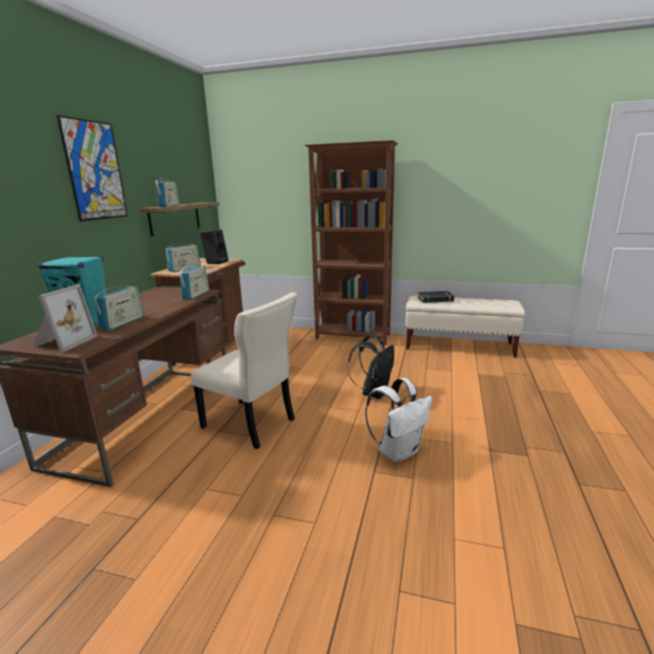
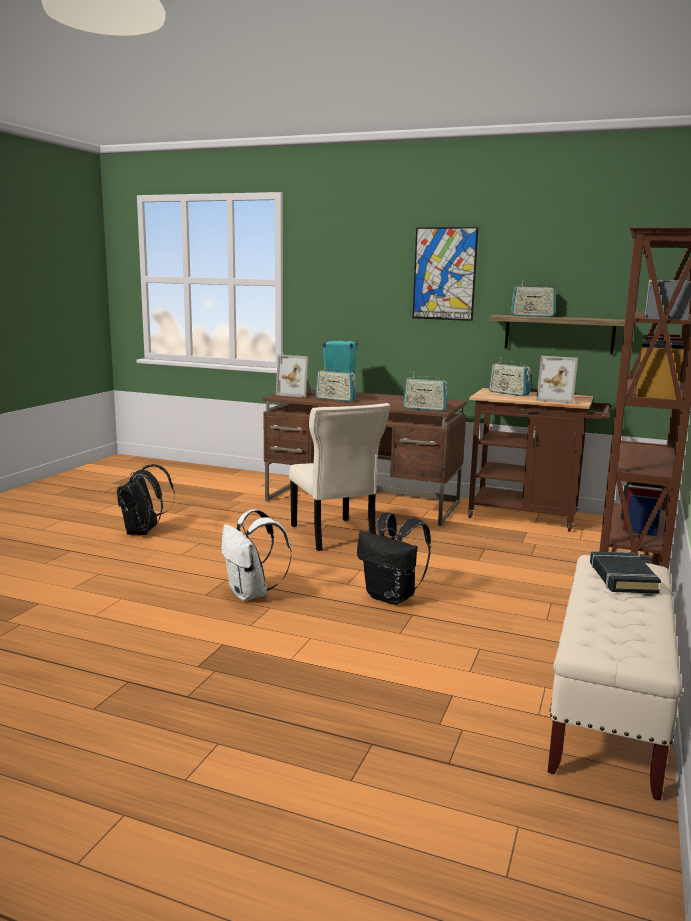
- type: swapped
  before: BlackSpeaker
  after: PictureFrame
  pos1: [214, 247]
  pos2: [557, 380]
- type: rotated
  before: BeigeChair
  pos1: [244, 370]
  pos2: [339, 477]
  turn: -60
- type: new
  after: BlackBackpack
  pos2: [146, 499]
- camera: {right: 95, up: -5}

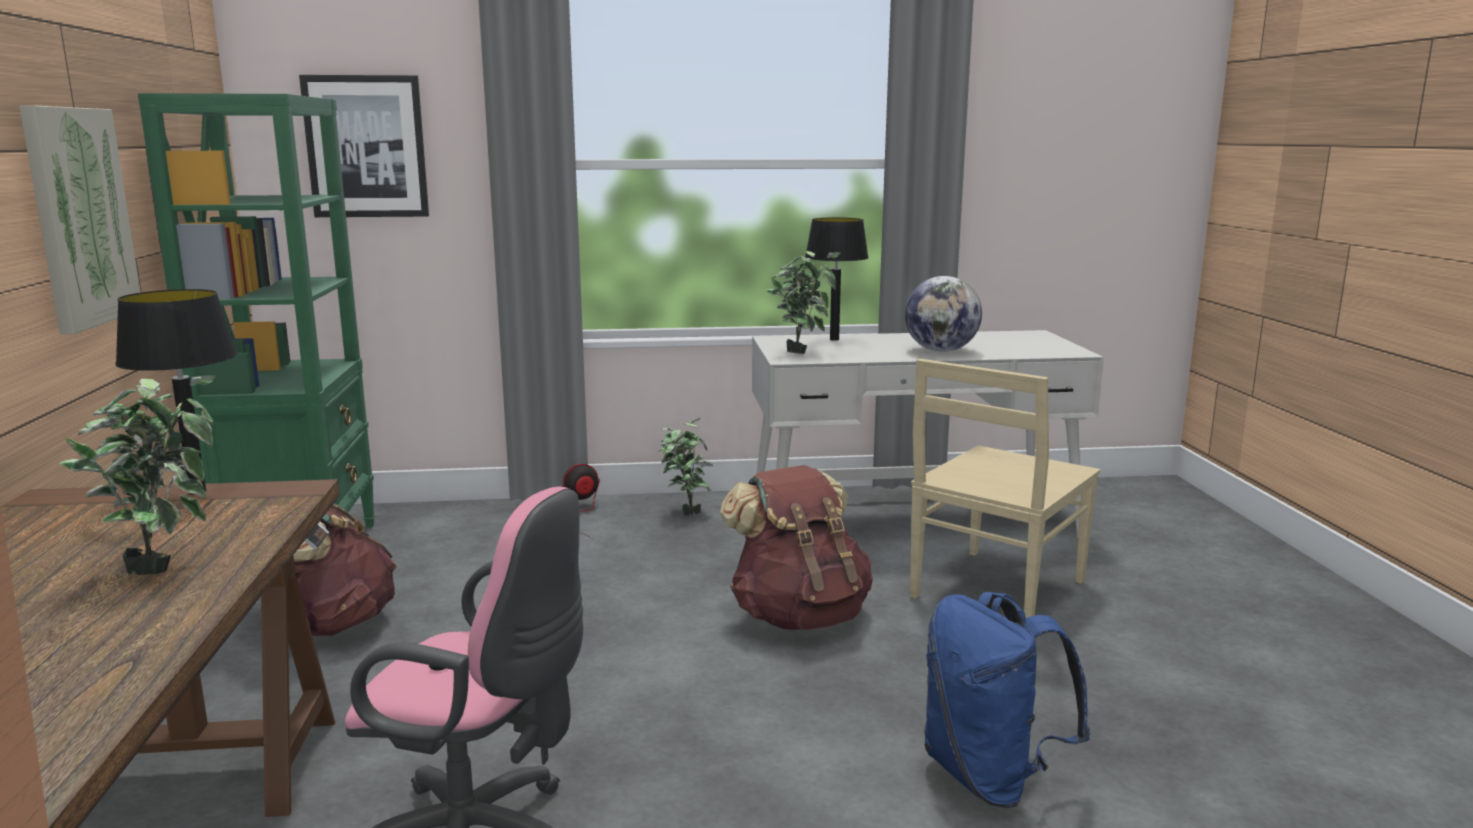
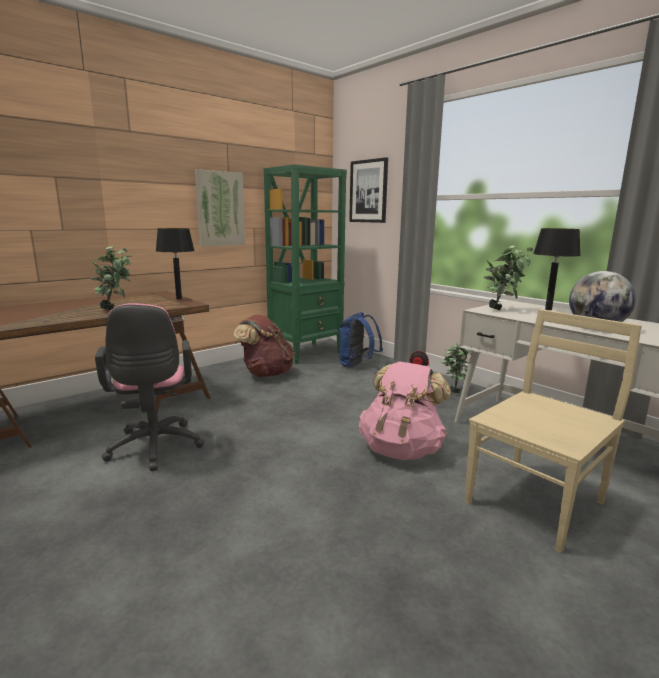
- type: rotated
  before: BeigeChair
  pos1: [1005, 488]
  pos2: [553, 431]
  turn: 135
- type: repainted
  before: BrownBackpack
  after: PinkBackpack
  pos1: [796, 547]
  pos2: [405, 410]
- type: shifted
  before: BlueBackpack
  pos1: [1007, 700]
  pos2: [361, 340]
- camera: {right: 55, up: 0}

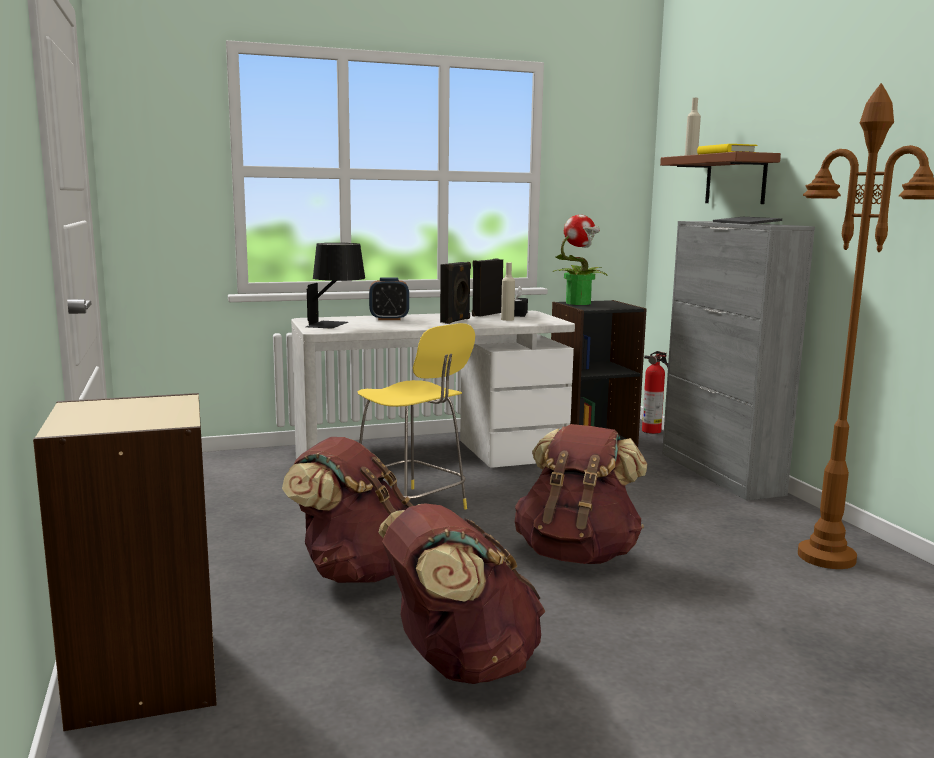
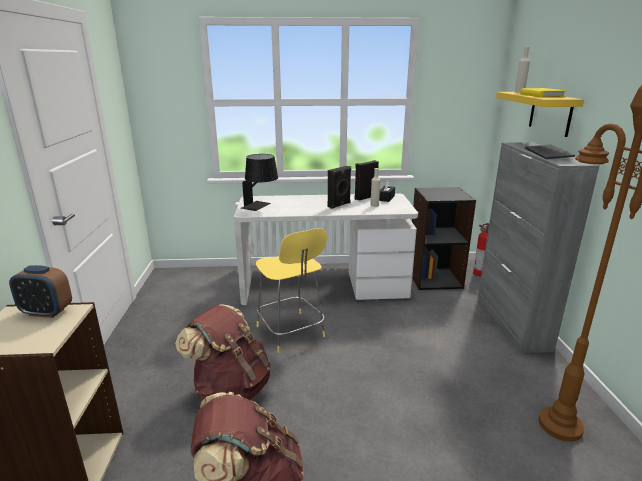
- type: repainted
  before: BrownShelf
  after: YellowShelf
  pos1: [720, 178]
  pos2: [540, 114]
- type: gone
  before: PottedPlant
  pos1: [580, 260]
- type: shifted
  before: AlarmClock
  pos1: [389, 298]
  pos2: [40, 291]
- type: gone
  before: BrownBackpack
  pos1: [581, 494]
- camera: {right: 15, up: 10}

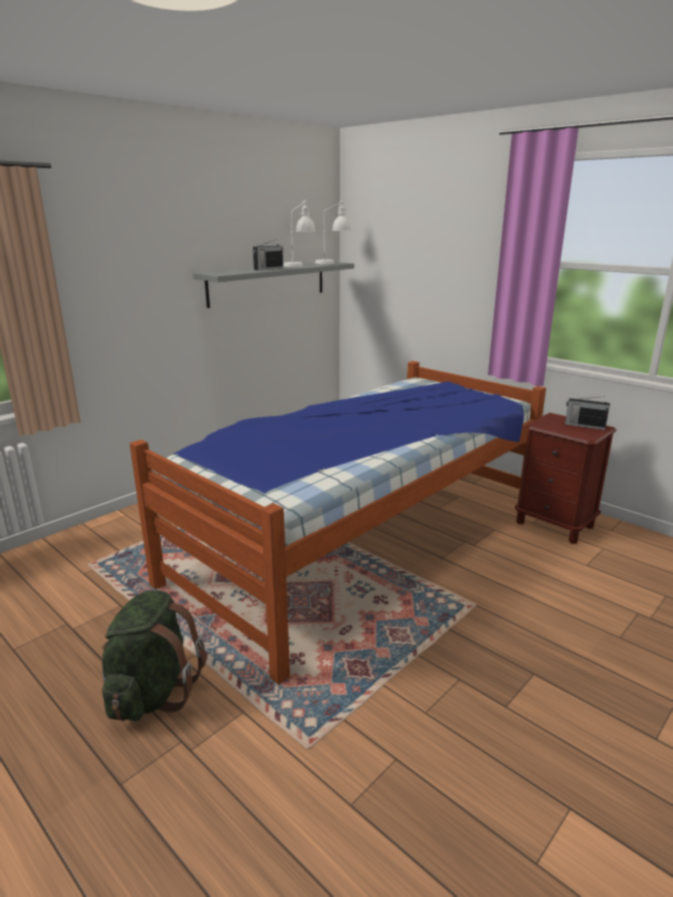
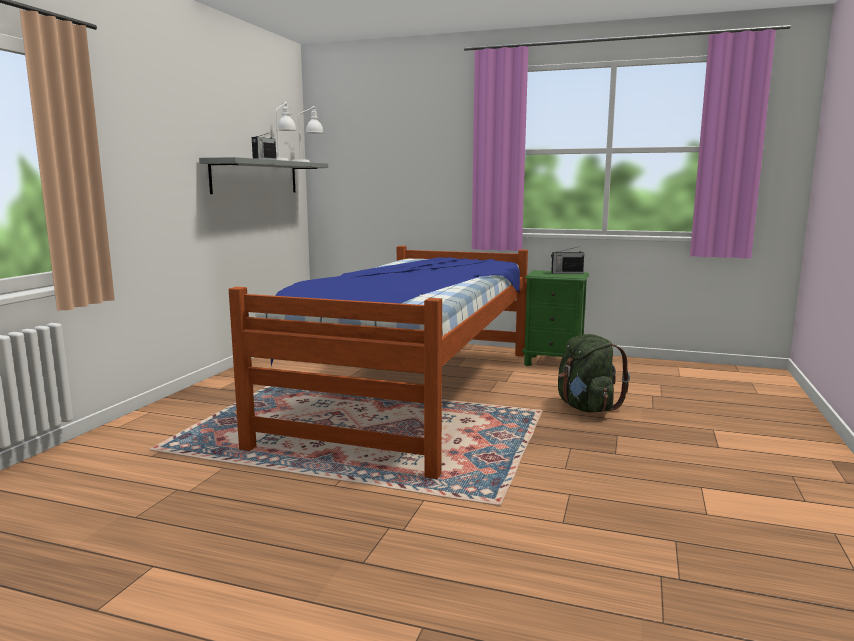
- type: repainted
  before: BrownNightstand
  after: GreenNightstand
  pos1: [566, 478]
  pos2: [555, 318]
- type: shifted
  before: GreenBackpack
  pos1: [154, 655]
  pos2: [594, 373]
- camera: {right: -25, up: -10}

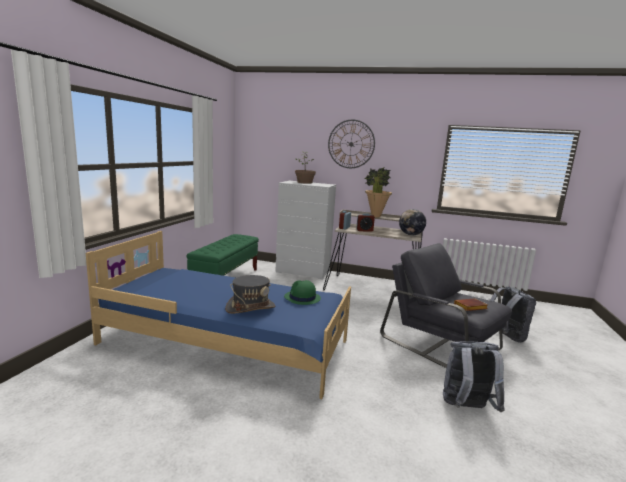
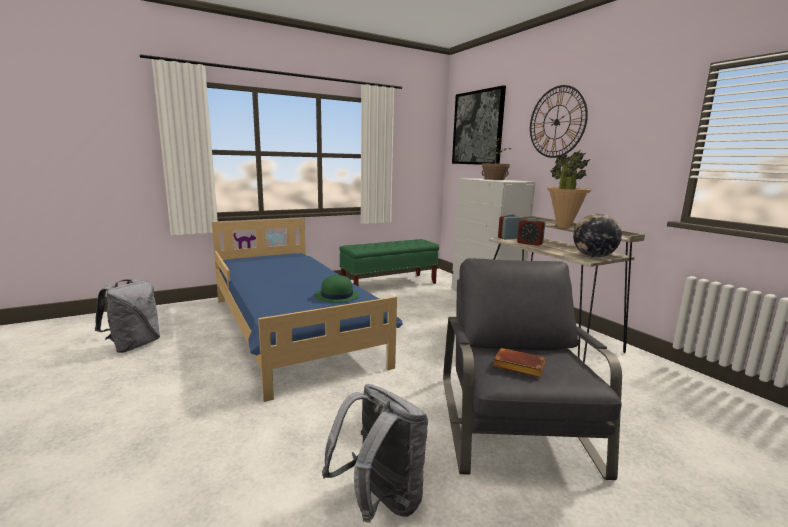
- type: gone
  before: GreyHat
  pos1: [250, 294]
- type: shifted
  before: GreyBackpack
  pos1: [513, 314]
  pos2: [127, 316]
- type: new
  after: Picture
  pos2: [479, 125]
- camera: {right: 45, up: 0}

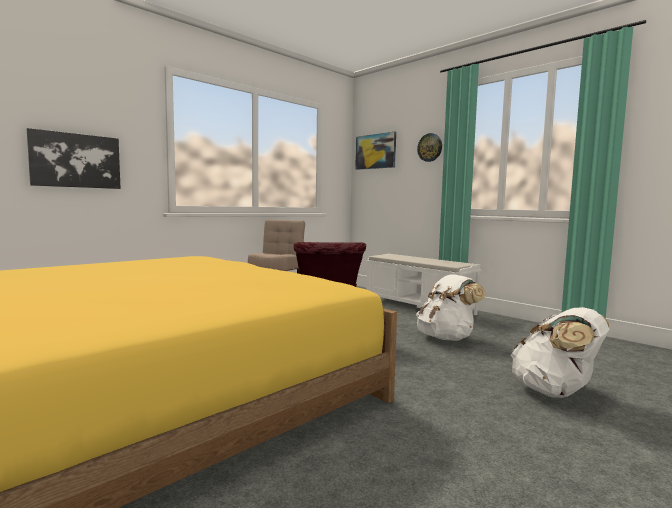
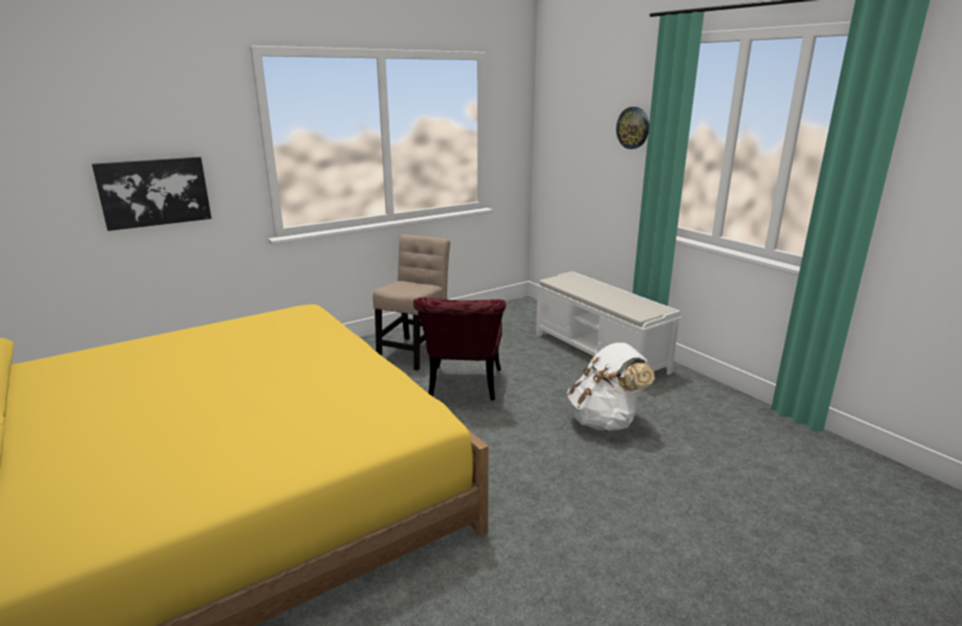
- type: gone
  before: Picture
  pos1: [375, 151]
- type: gone
  before: WhiteBackpack
  pos1: [560, 352]
- camera: {right: 10, up: 15}

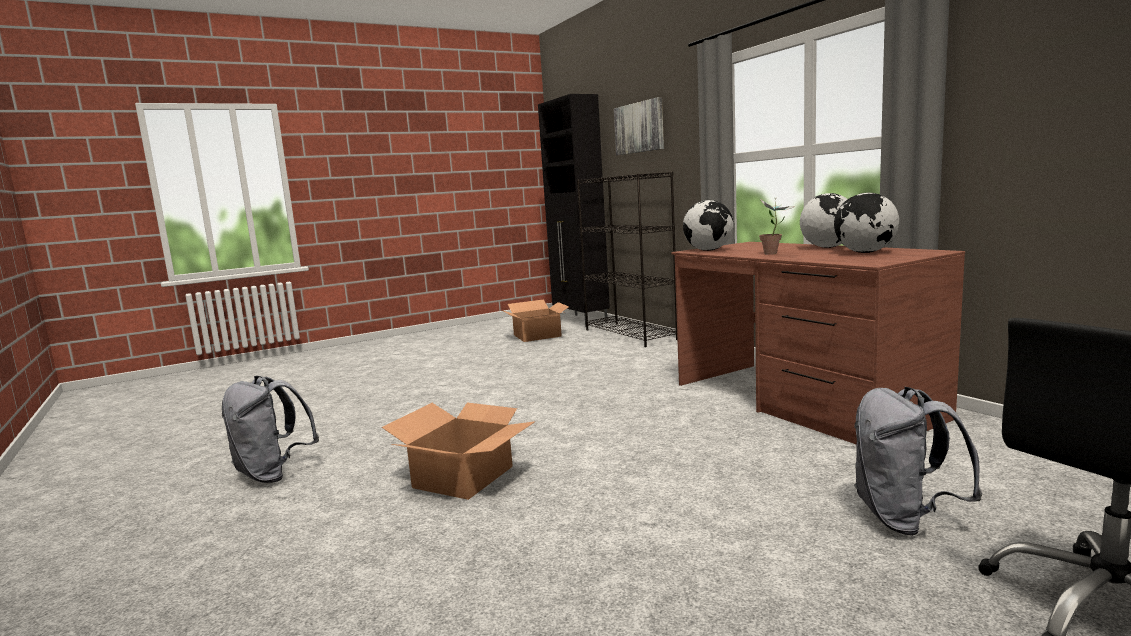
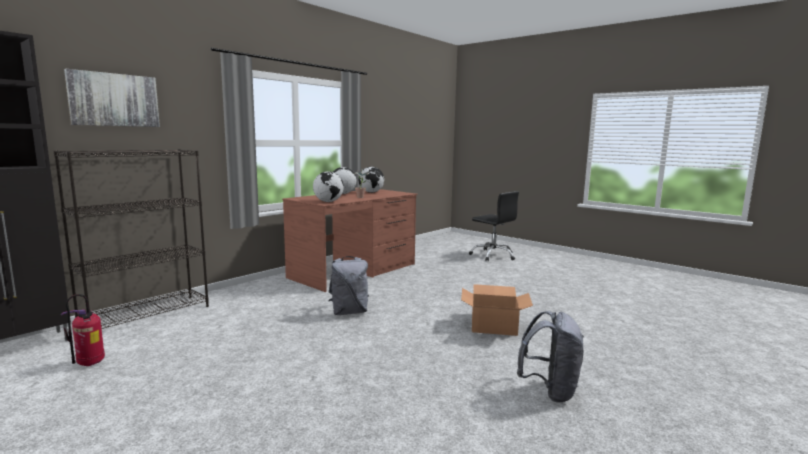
- type: swapped
  before: CardboardBox
  after: FireExtinguisher
  pos1: [535, 320]
  pos2: [83, 330]
- type: shifted
  before: GreyBackpack
  pos1: [918, 461]
  pos2: [349, 285]
- camera: {right: -110, up: 0}

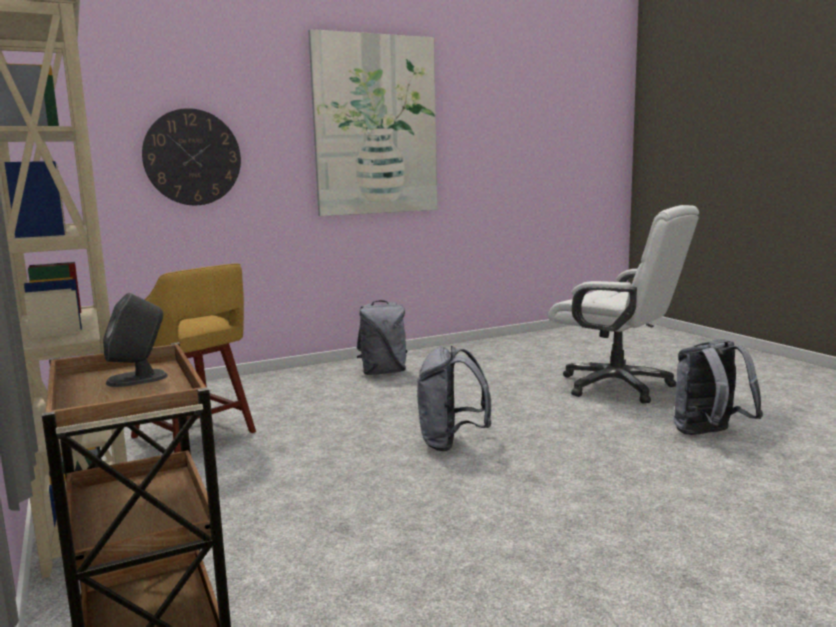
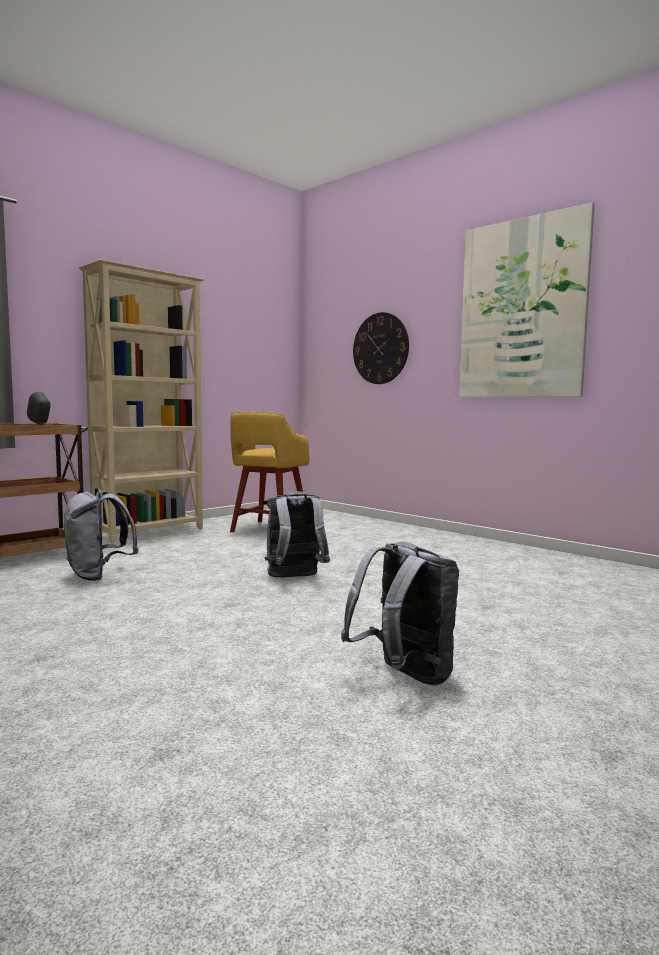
- type: gone
  before: WhiteOfficeChair
  pos1: [623, 304]
- type: shifted
  before: GreyBackpack
  pos1: [382, 337]
  pos2: [101, 534]
- camera: {right: 70, up: -5}

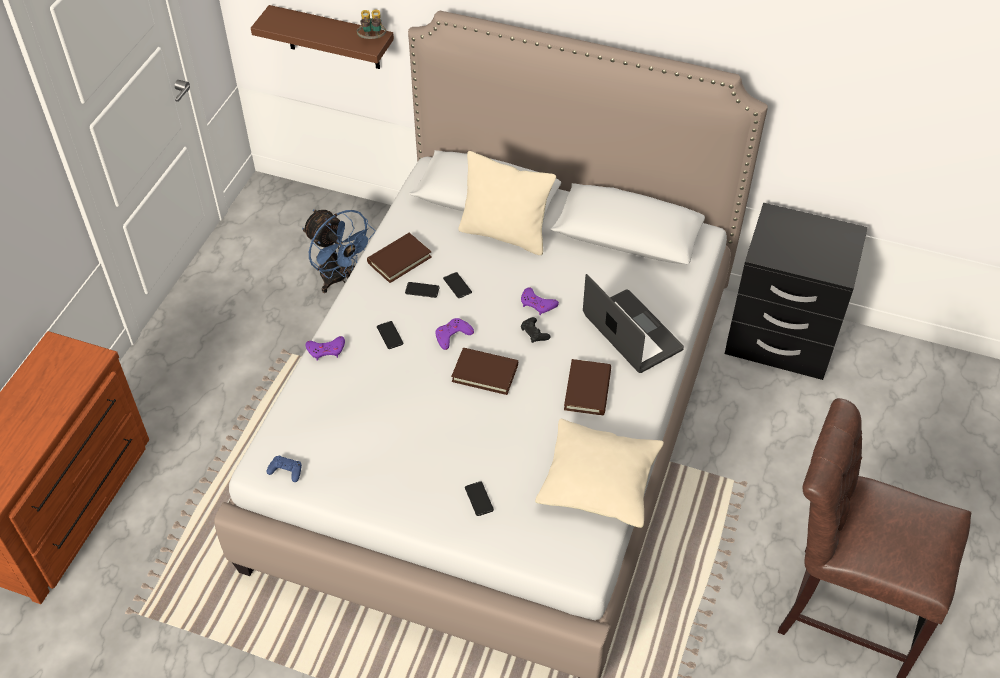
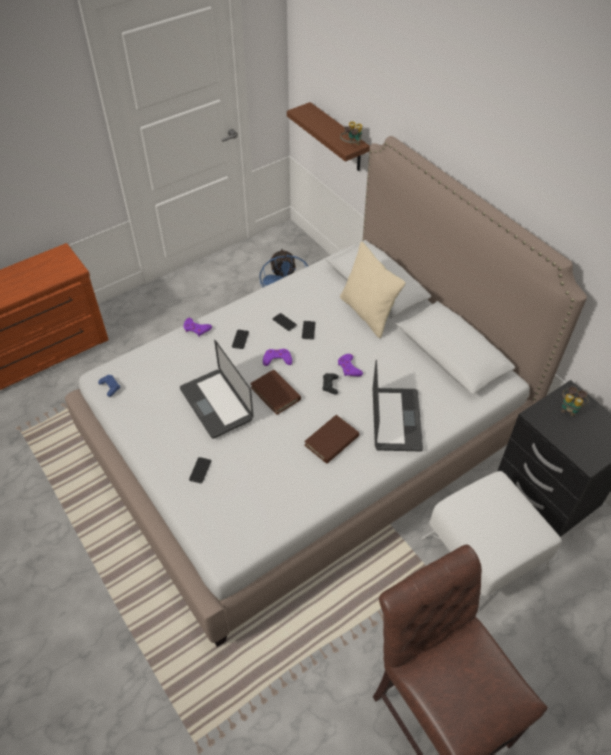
- type: gone
  before: BrownBook
  pos1: [399, 258]
- type: gone
  before: BeigePillow
  pos1: [599, 473]
- type: new
  after: Laptop
  pos2: [217, 389]
- type: new
  after: Binoculars
  pos2: [575, 401]
- type: new
  after: WhiteOttoman
  pos2: [491, 542]
- camera: {right: 35, up: 0}

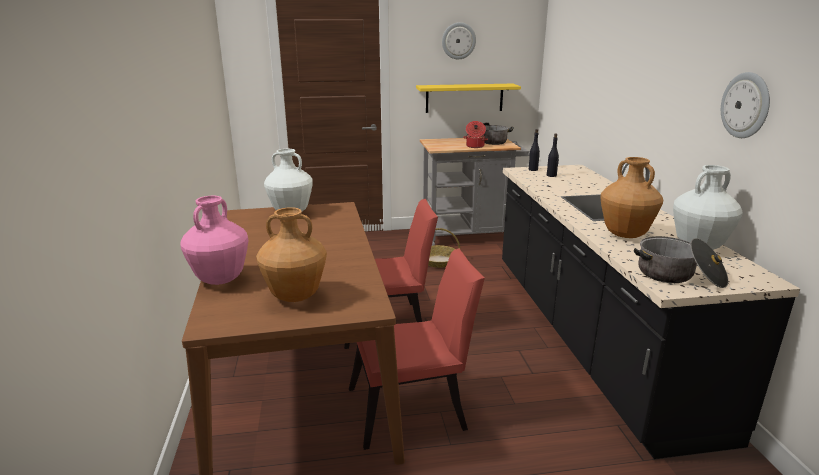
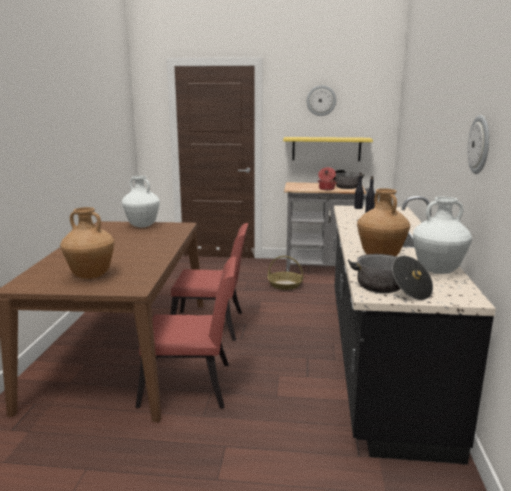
- type: gone
  before: PinkVase
  pos1: [214, 240]
- camera: {right: 15, up: -5}

